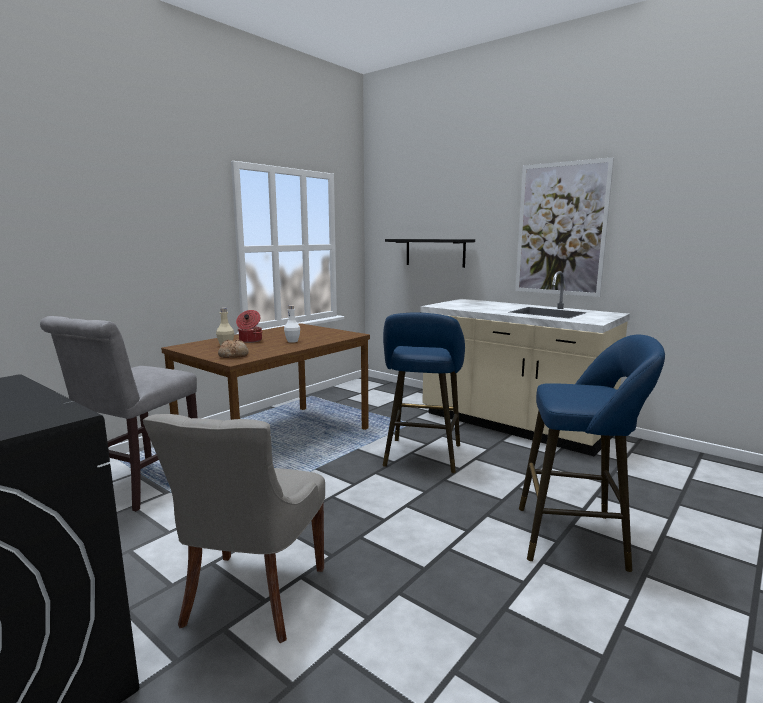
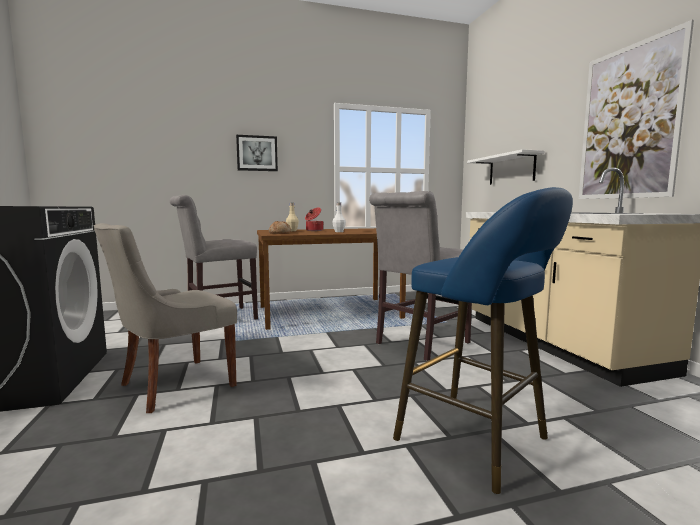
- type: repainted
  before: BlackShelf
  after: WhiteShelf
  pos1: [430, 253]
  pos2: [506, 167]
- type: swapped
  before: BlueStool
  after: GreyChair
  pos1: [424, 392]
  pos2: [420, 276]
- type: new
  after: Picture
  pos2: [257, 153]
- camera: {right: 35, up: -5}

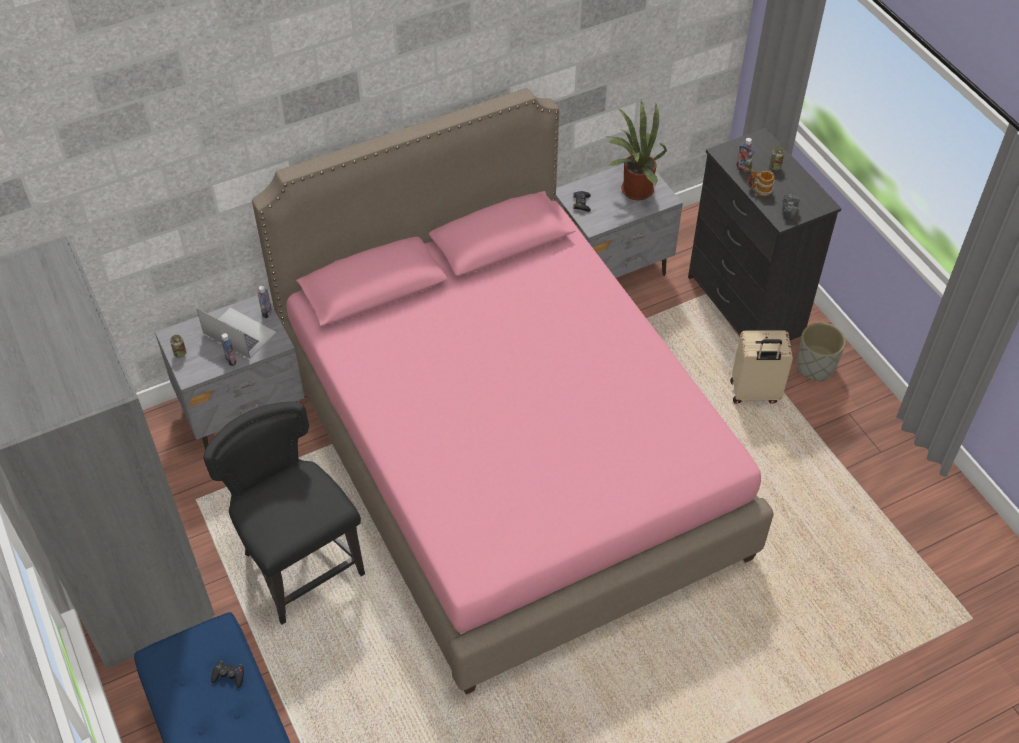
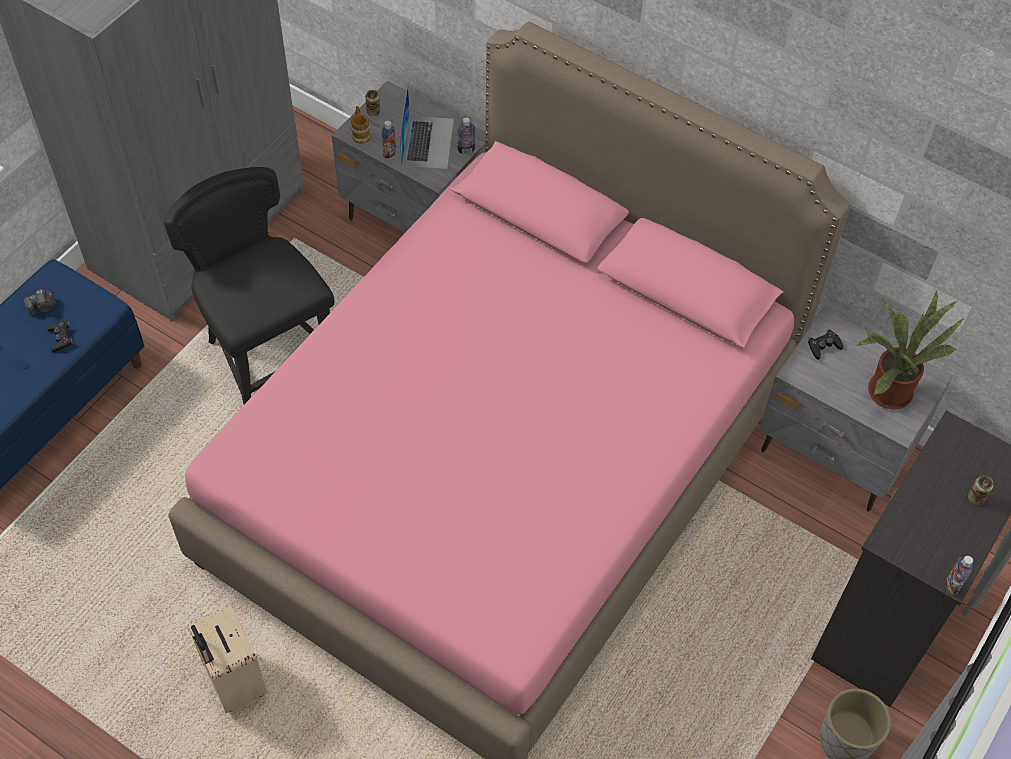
- type: shifted
  before: Bottle
  pos1: [745, 155]
  pos2: [959, 575]
- type: shifted
  before: Mug
  pos1: [761, 183]
  pos2: [361, 125]
- type: shifted
  before: PhotoCamera
  pos1: [791, 207]
  pos2: [40, 302]
- type: shifted
  before: BeigeSuitcase
  pos1: [761, 367]
  pos2: [227, 658]
- type: rotated
  before: BlackChair
  pos1: [284, 513]
  pos2: [249, 285]
  turn: -60
- camera: {right: 60, up: 5}

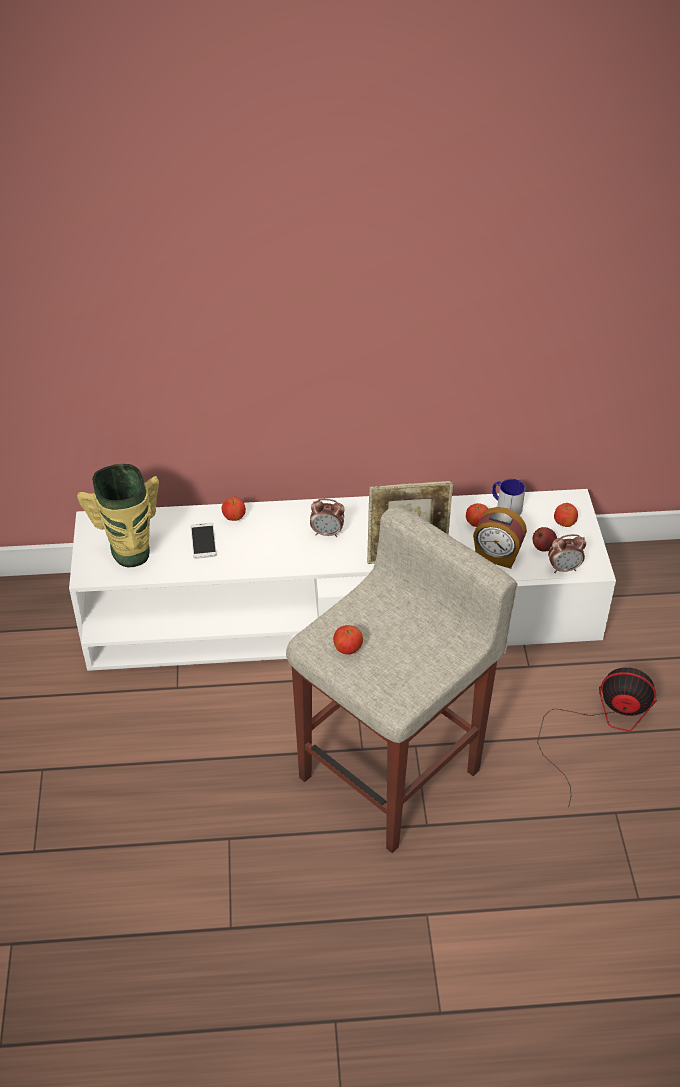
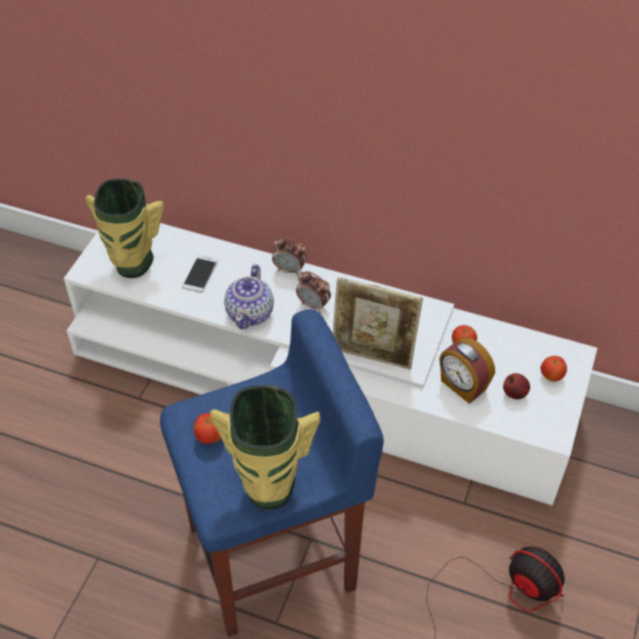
- type: gone
  before: Mug
  pos1: [508, 497]
- type: gone
  before: Apple
  pos1: [234, 509]
- type: repainted
  before: BeigeStool
  after: BlueStool
  pos1: [402, 679]
  pos2: [272, 473]
- type: shifted
  before: AlarmClock
  pos1: [567, 553]
  pos2: [289, 256]
- type: new
  after: Teapot
  pos2: [249, 296]
- type: new
  after: Vase
  pos2: [265, 447]
- camera: {right: 25, up: 5}

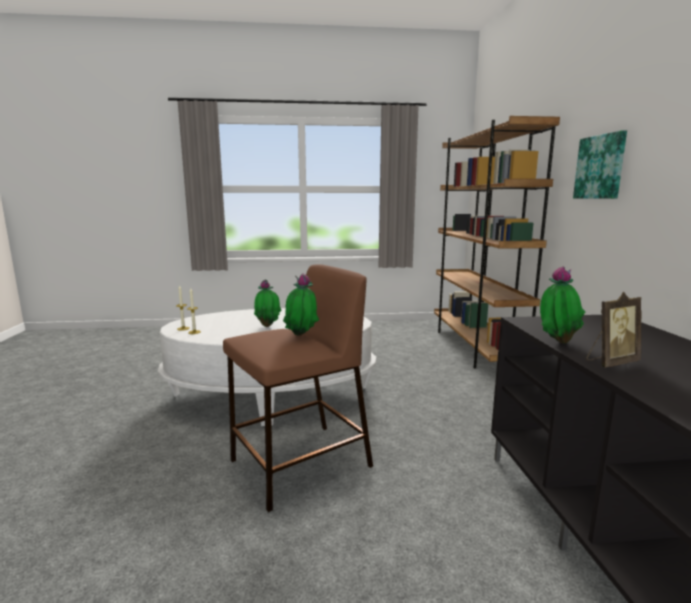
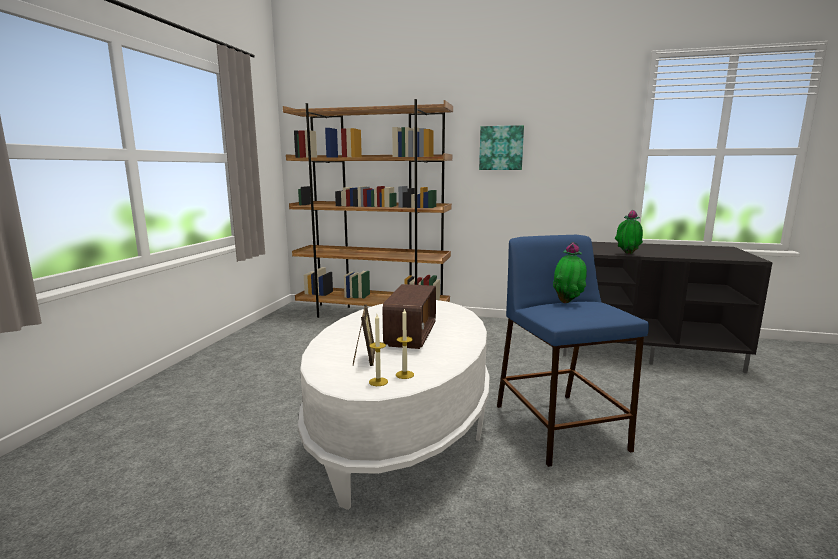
- type: repainted
  before: BrownStool
  after: BlueStool
  pos1: [298, 388]
  pos2: [573, 351]
- type: swapped
  before: PottedPlant
  after: Radio
  pos1: [267, 303]
  pos2: [409, 316]
- type: shifted
  before: PictureFrame
  pos1: [614, 329]
  pos2: [364, 335]
- camera: {right: -70, up: 0}

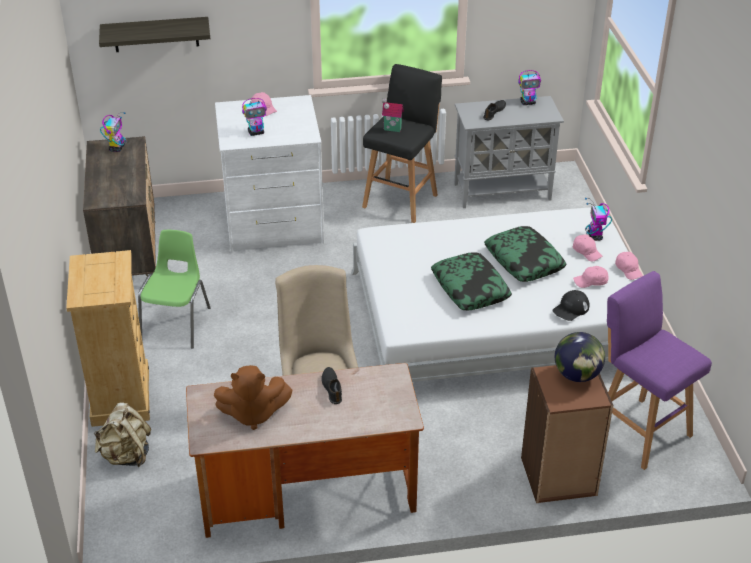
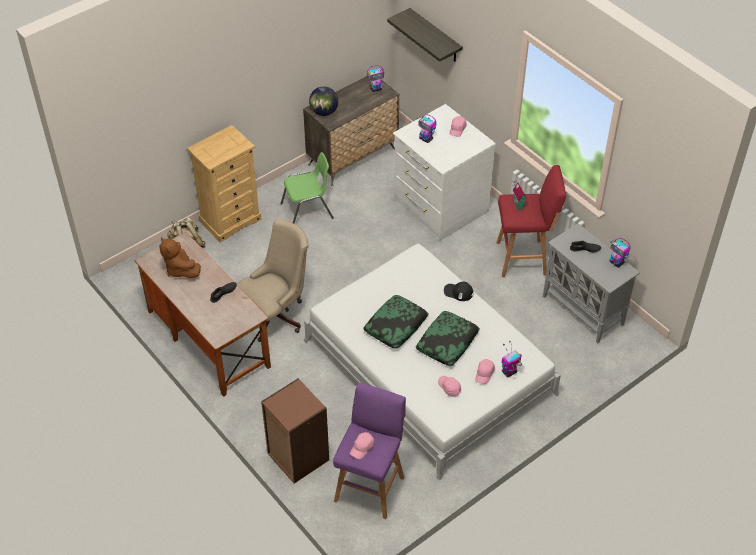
- type: repainted
  before: BlackStool
  after: RedStool
  pos1: [402, 143]
  pos2: [531, 221]
- type: shifted
  before: PinkCap
  pos1: [629, 266]
  pos2: [362, 445]
- type: shifted
  before: BlackCap
  pos1: [570, 305]
  pos2: [459, 291]
- type: shifted
  before: Globe
  pos1: [580, 357]
  pos2: [323, 101]
- camera: {right: 60, up: 10}

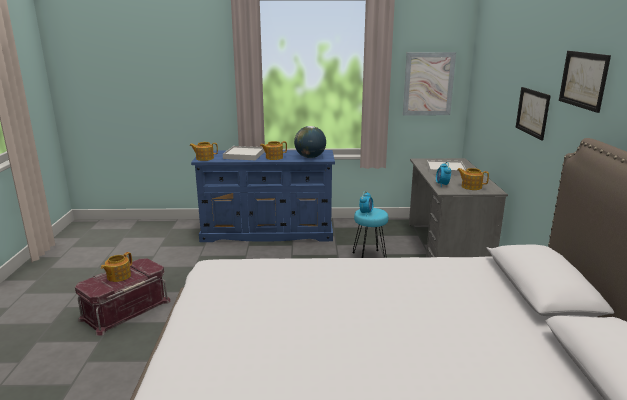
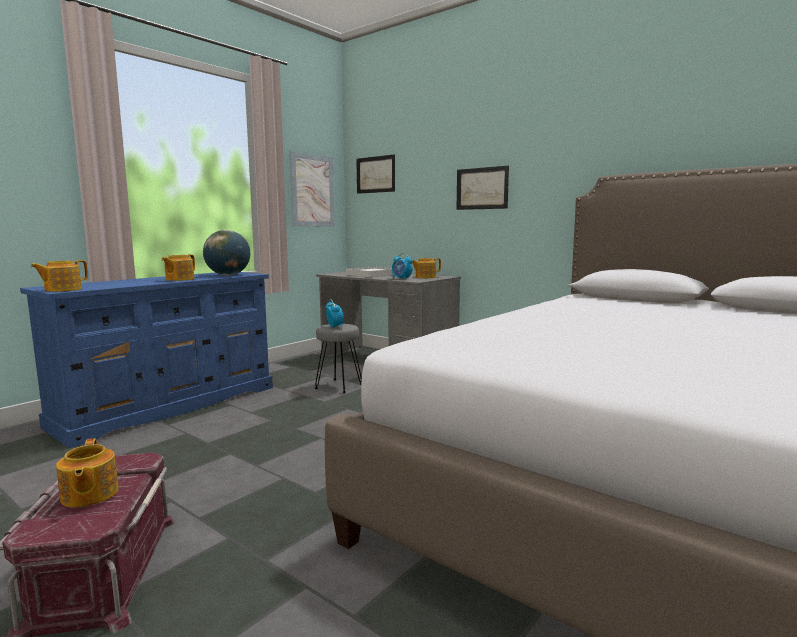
- type: shifted
  before: Picture
  pos1: [585, 82]
  pos2: [375, 174]
- type: gone
  before: WhiteTray
  pos1: [244, 153]
- type: repainted
  before: TurquoiseStool
  after: GreyStool
  pos1: [370, 233]
  pos2: [338, 358]
- camera: {right: -50, up: -10}

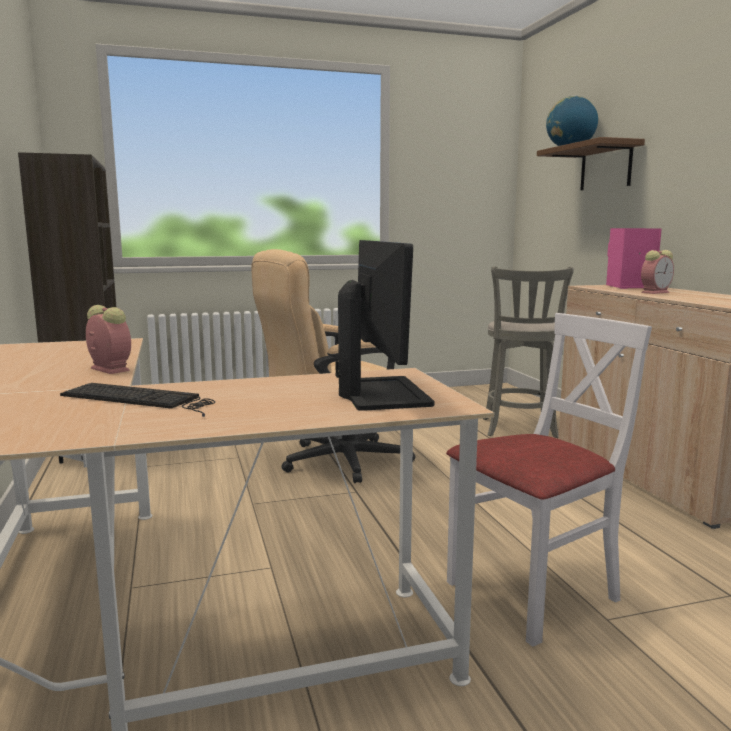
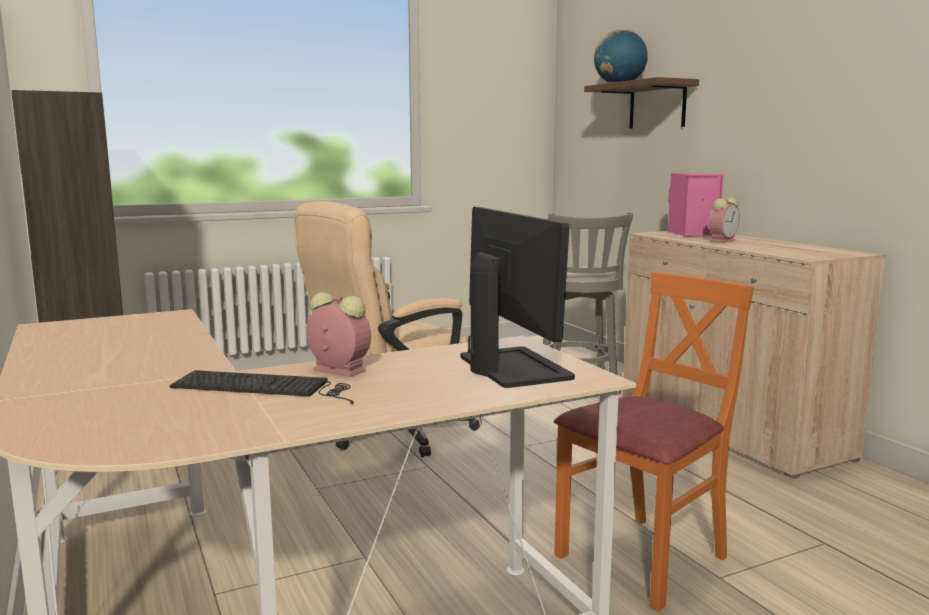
- type: shifted
  before: AlarmClock
  pos1: [108, 339]
  pos2: [339, 334]
- type: repainted
  before: WhiteChair
  after: OrangeChair
  pos1: [549, 480]
  pos2: [654, 441]
- camera: {right: -10, up: 0}

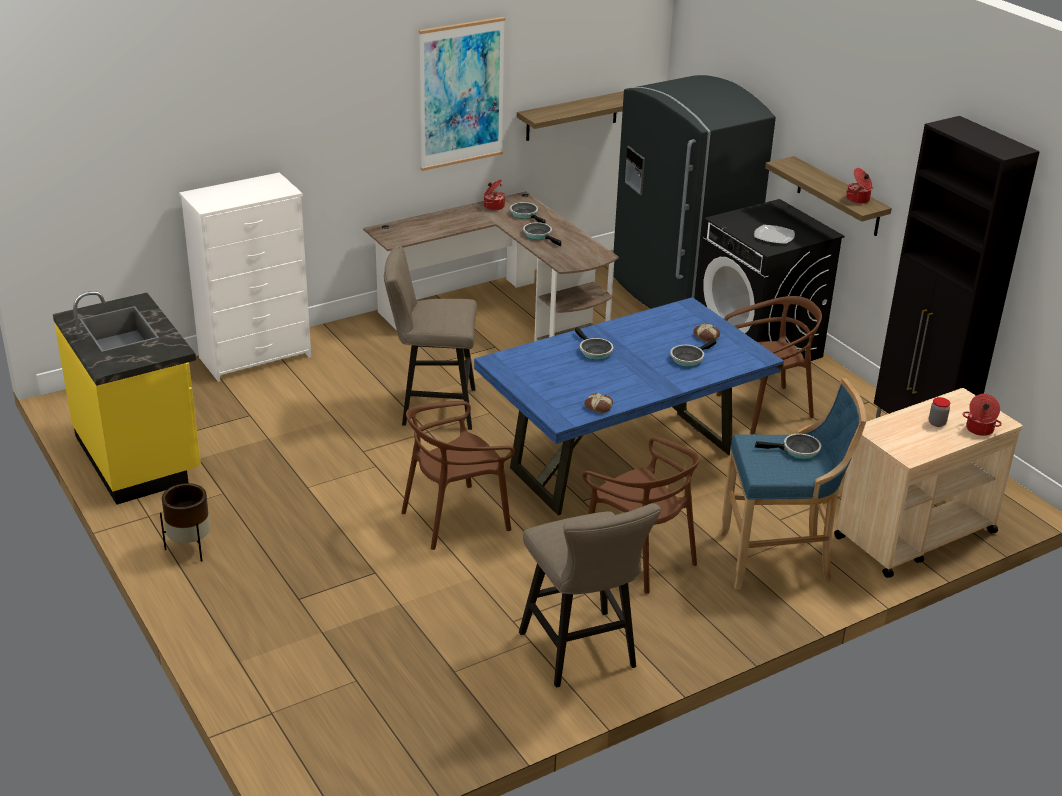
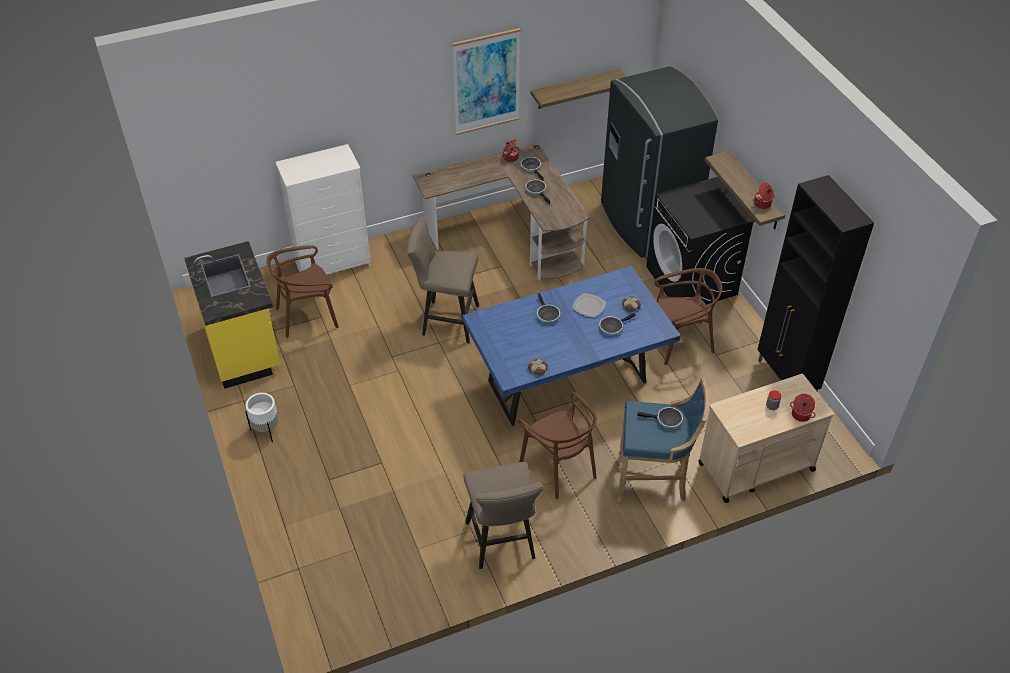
- type: shifted
  before: Plate
  pos1: [774, 234]
  pos2: [589, 305]
- type: shifted
  before: BrownChair
  pos1: [458, 475]
  pos2: [302, 291]
- type: repainted
  before: BrownPlanter
  after: WhitePlanter
  pos1: [185, 522]
  pos2: [262, 417]
- camera: {right: 10, up: 15}

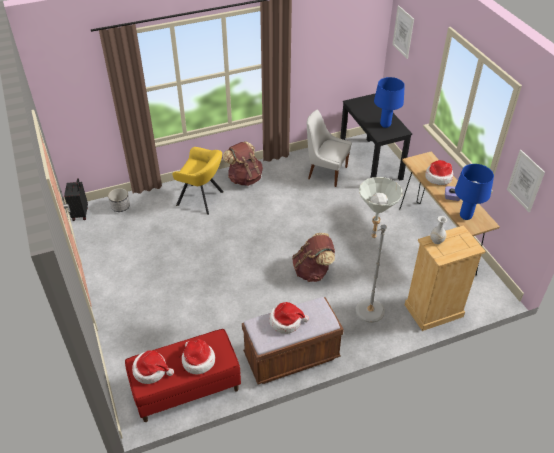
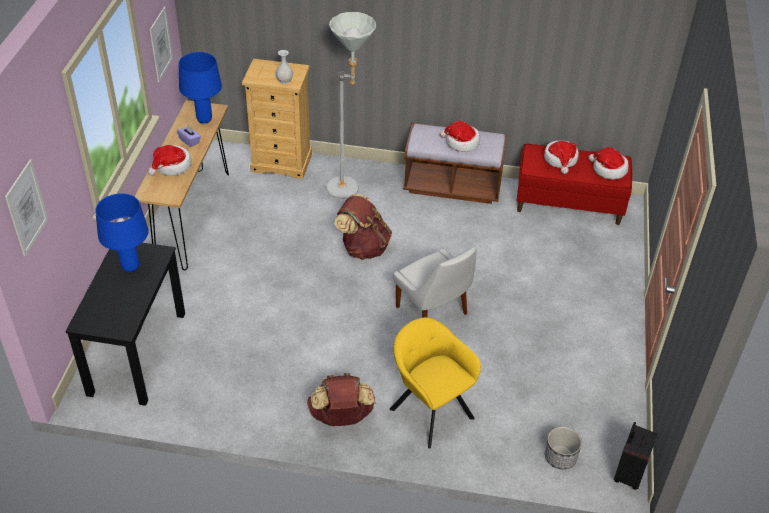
- type: shifted
  before: WhiteChair
  pos1: [329, 148]
  pos2: [435, 282]
- camera: {right: -150, up: 0}

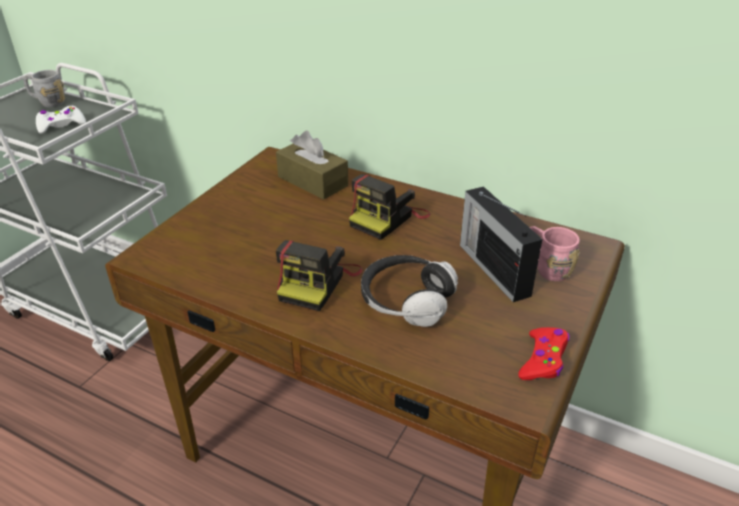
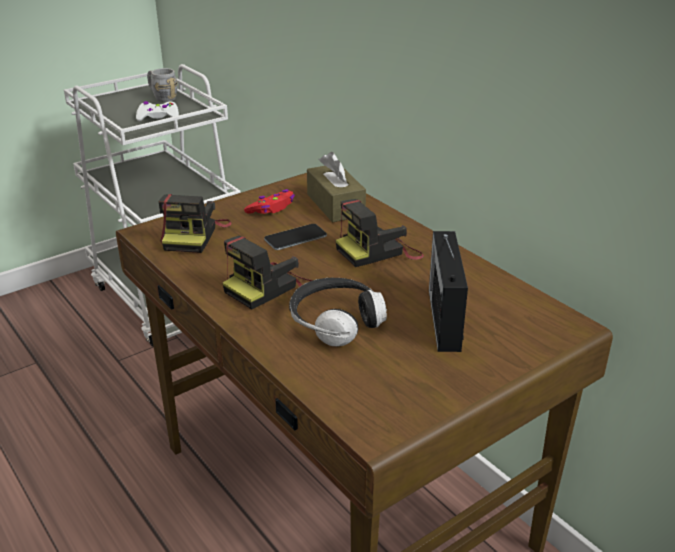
- type: gone
  before: PinkMug
  pos1: [554, 253]
- type: shifted
  before: RedGameController
  pos1: [543, 353]
  pos2: [269, 201]
- type: new
  after: PhotoCamera
  pos2: [195, 223]
- type: new
  after: Phone
  pos2: [295, 237]
- camera: {right: 25, up: -5}

